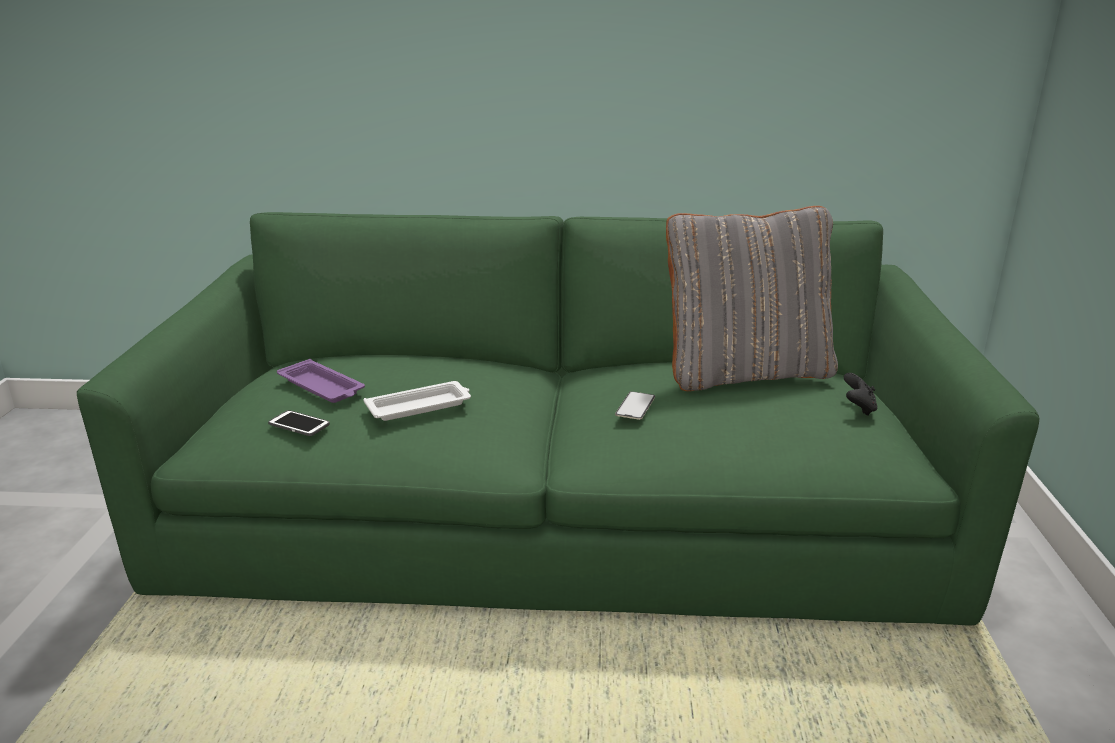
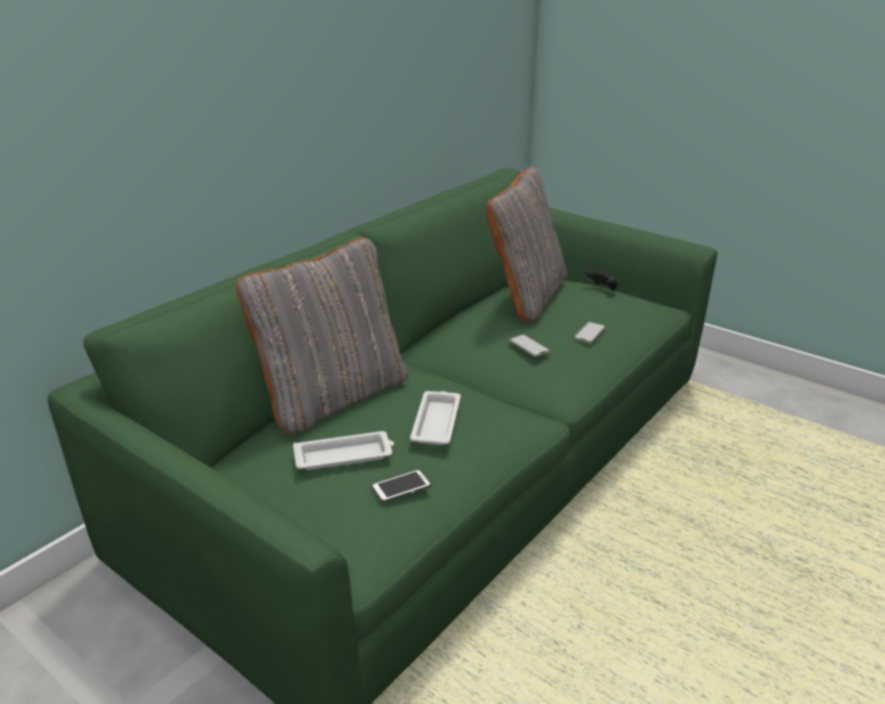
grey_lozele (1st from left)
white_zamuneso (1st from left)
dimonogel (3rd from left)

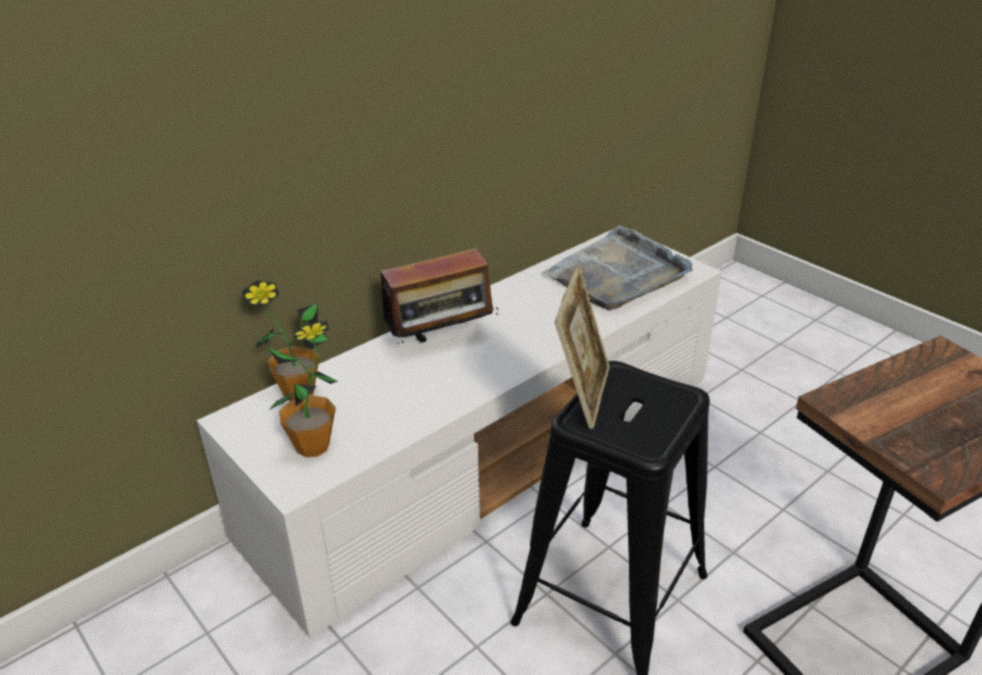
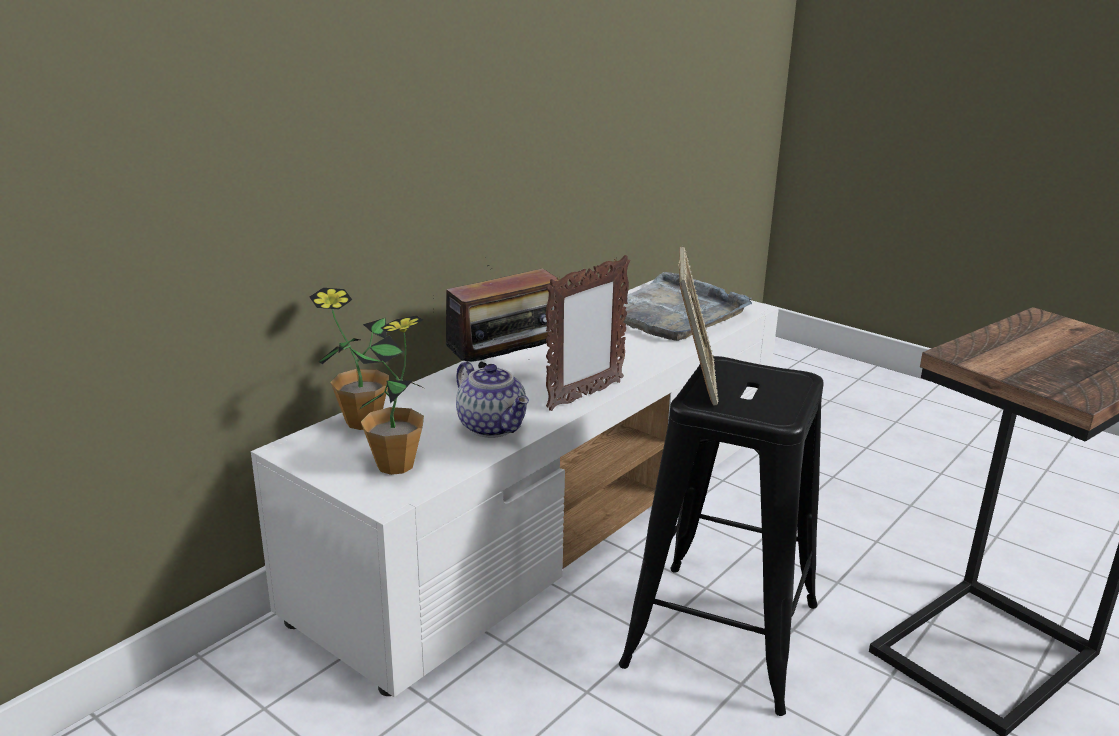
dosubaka
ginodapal (1st from left)

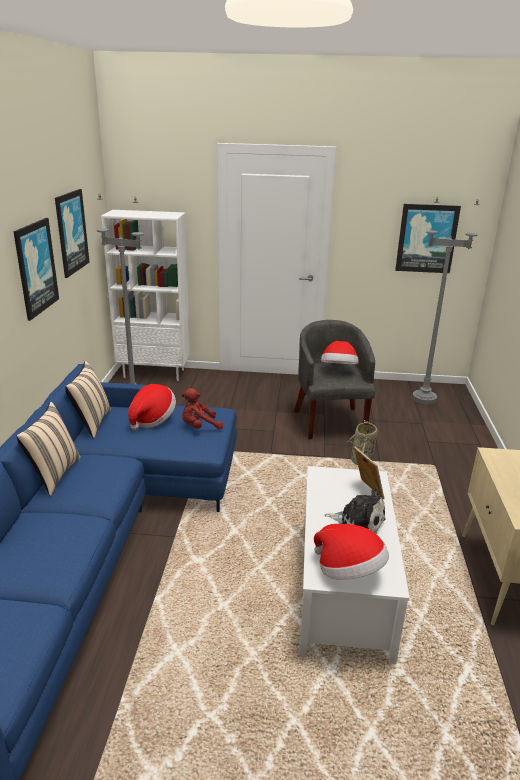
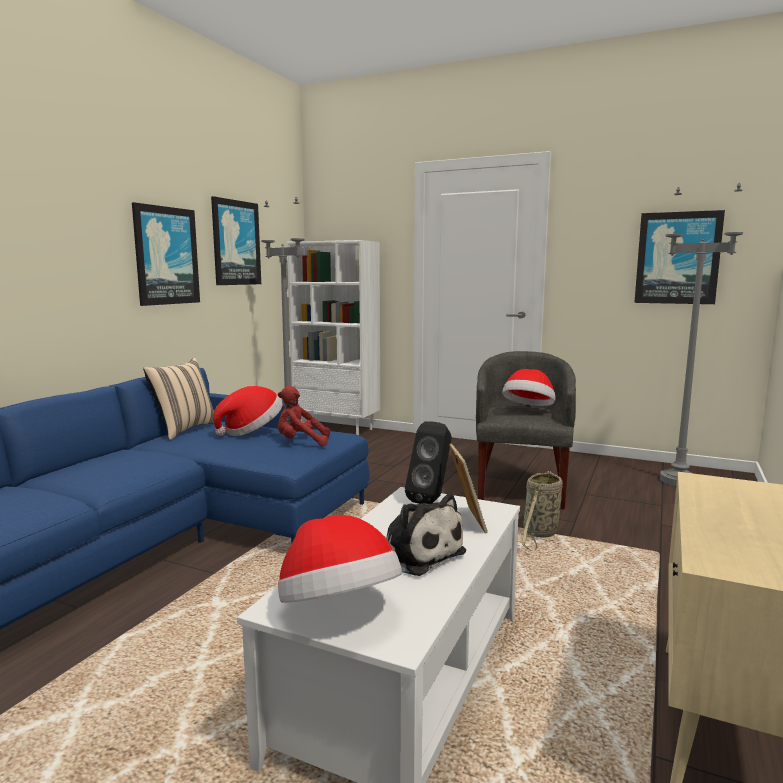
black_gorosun
beige_lozele (1st from left in the first image)

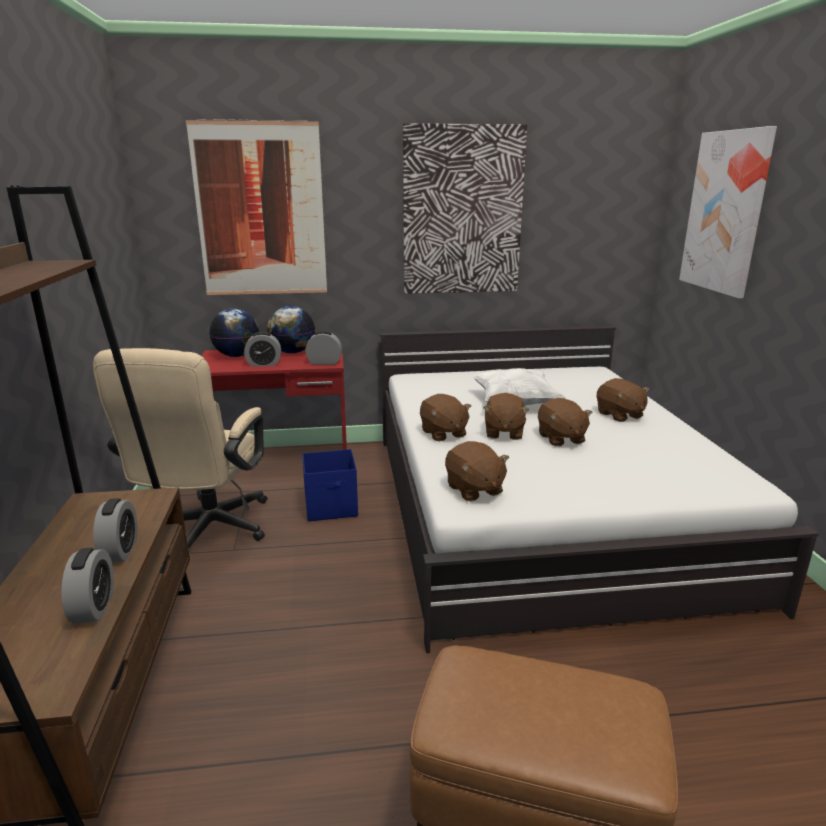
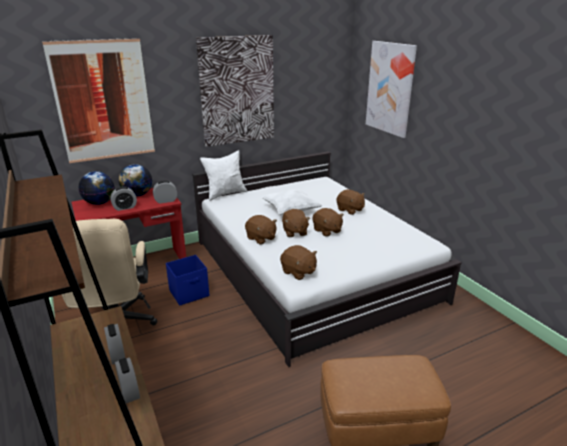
white_lozele (1st from left)

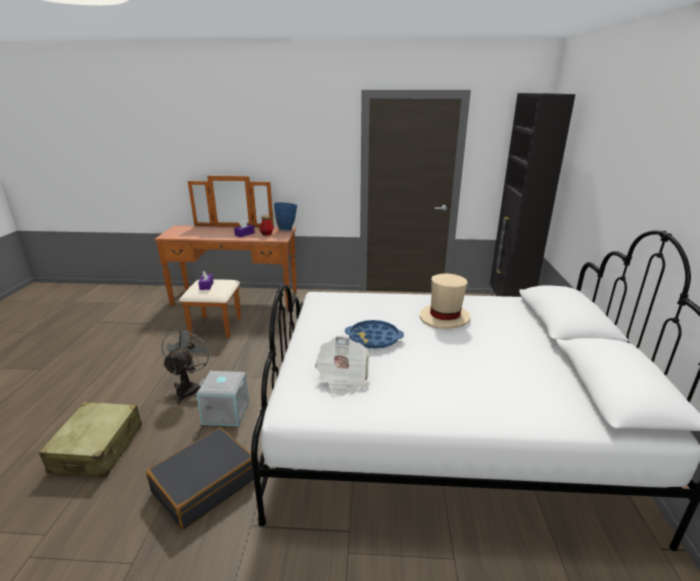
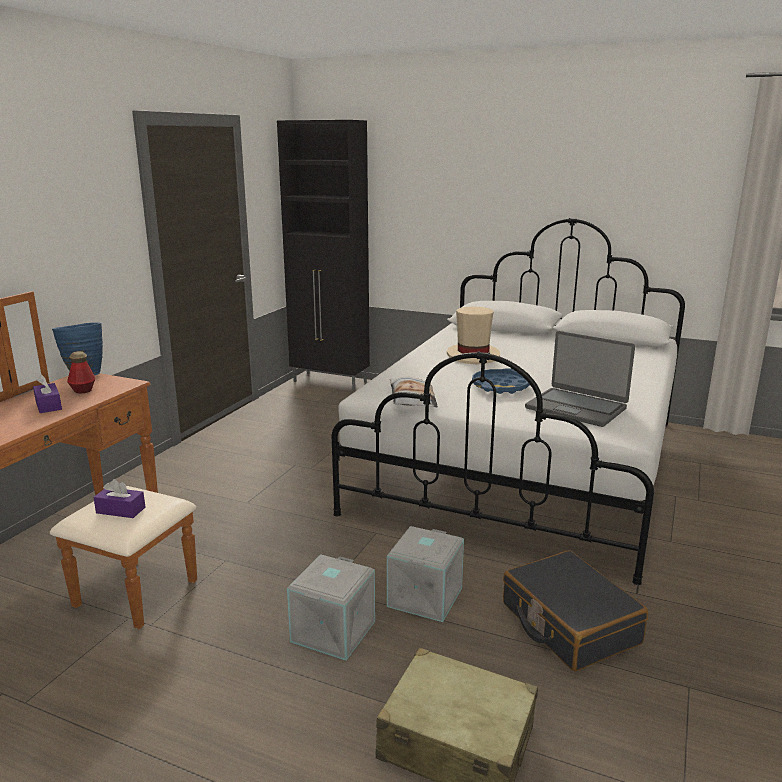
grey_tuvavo (1st from left)
lozele
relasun

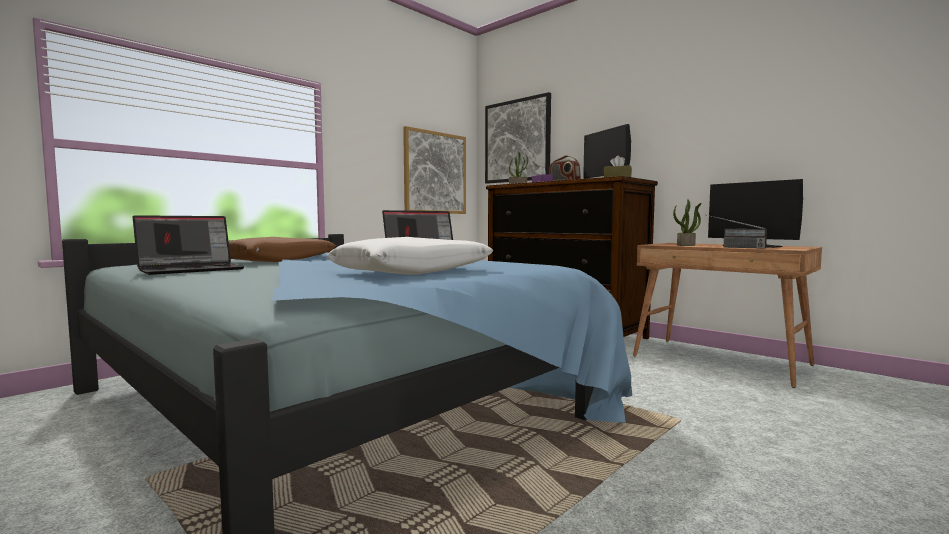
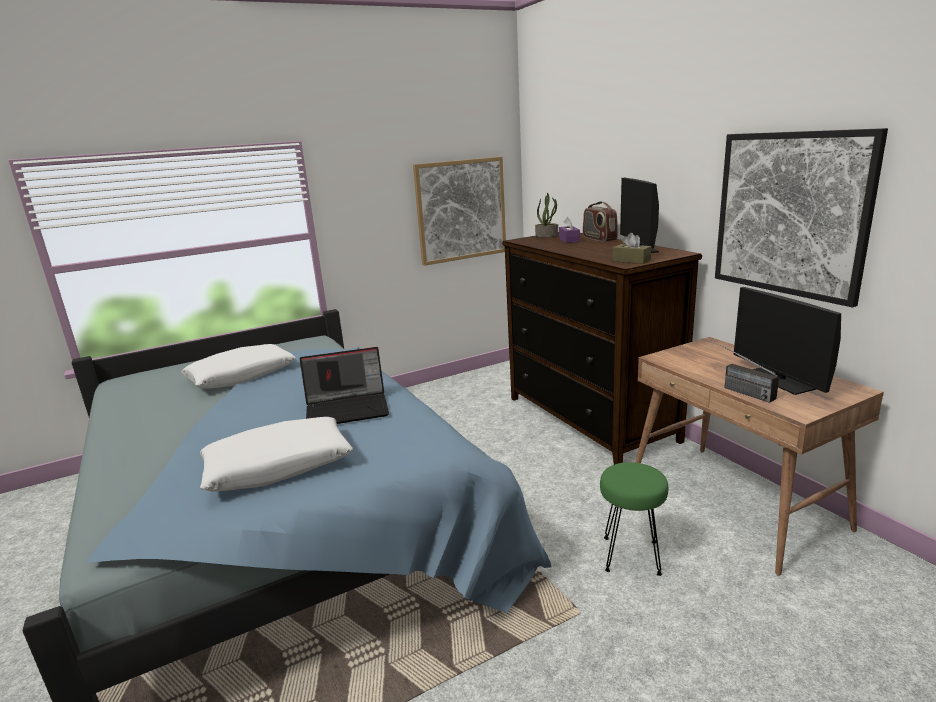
white_lozele (1st from left)
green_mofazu
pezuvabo (2nd from left)
relasun (1st from left in the first image)
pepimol (2nd from left in the first image)

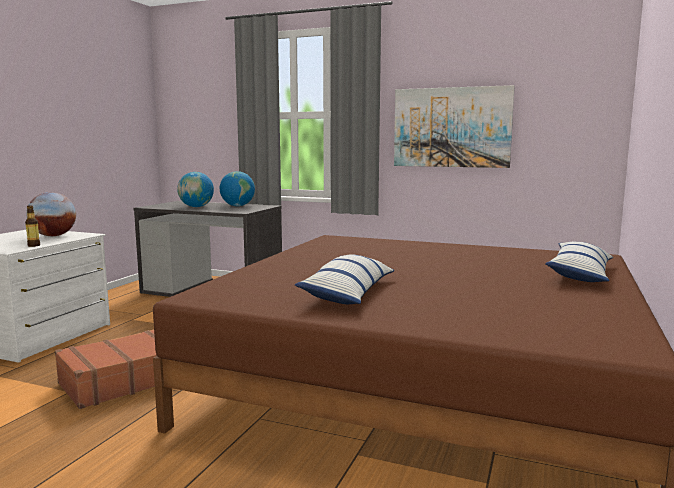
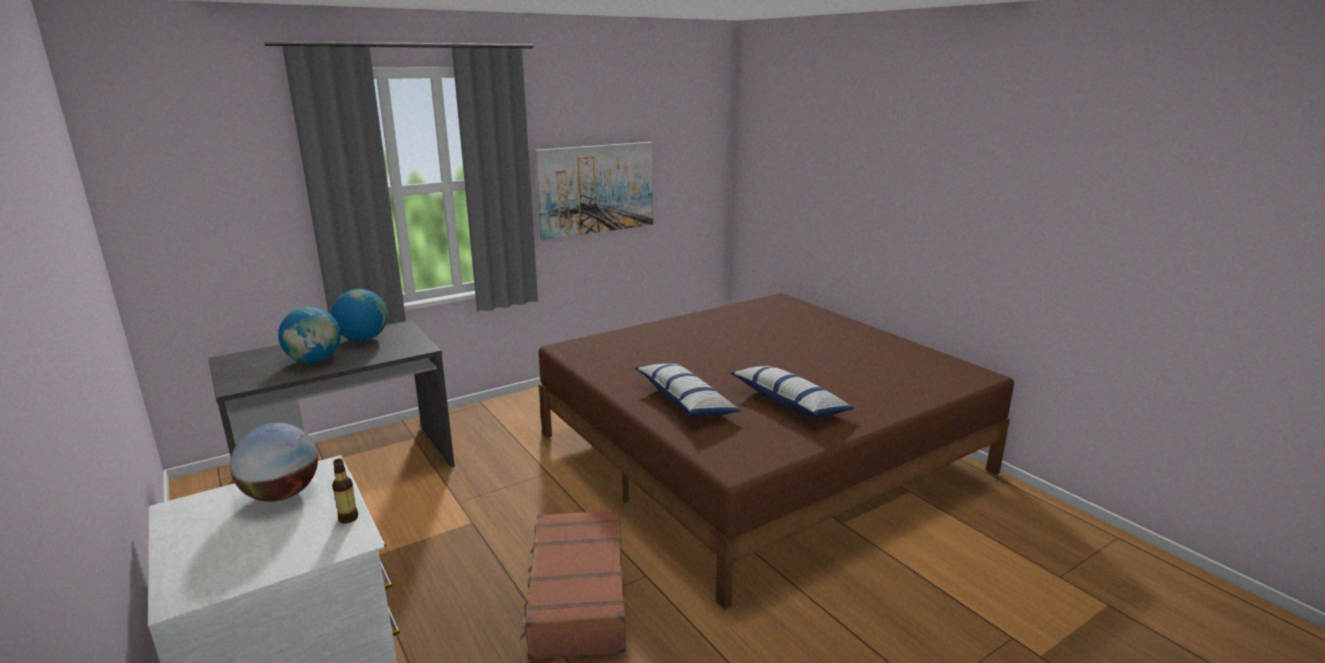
lozele (1st from left)

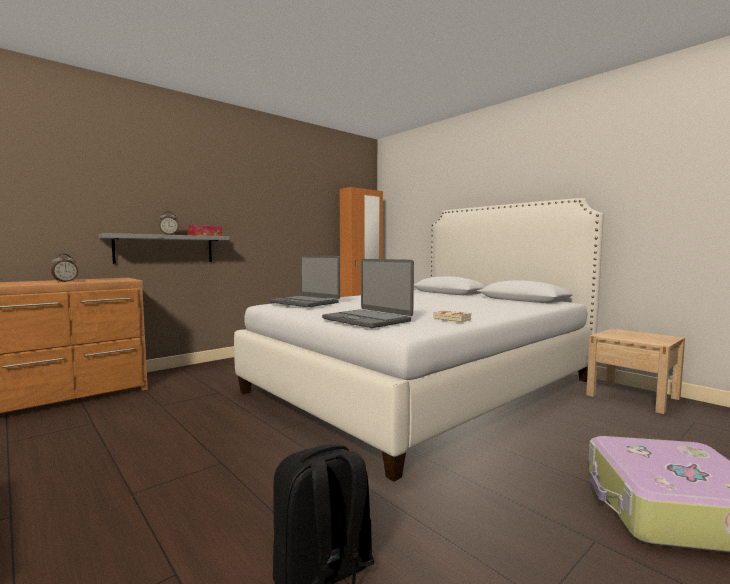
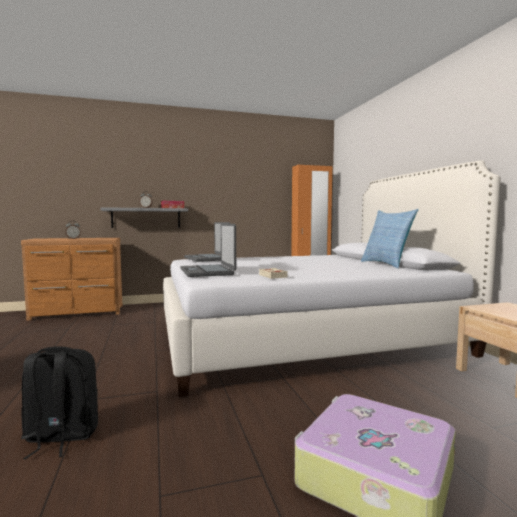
lozele

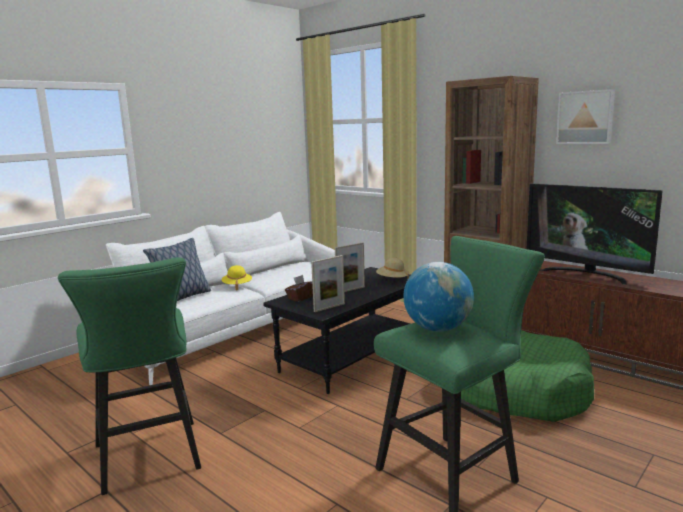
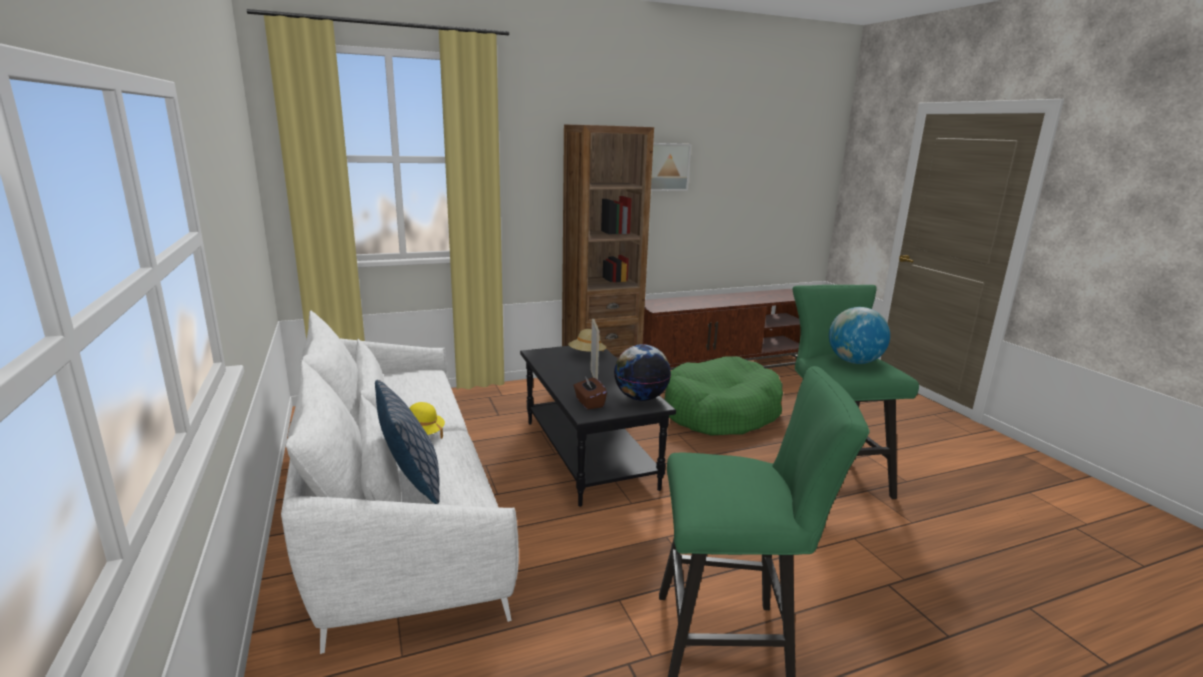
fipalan (1st from left)
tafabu

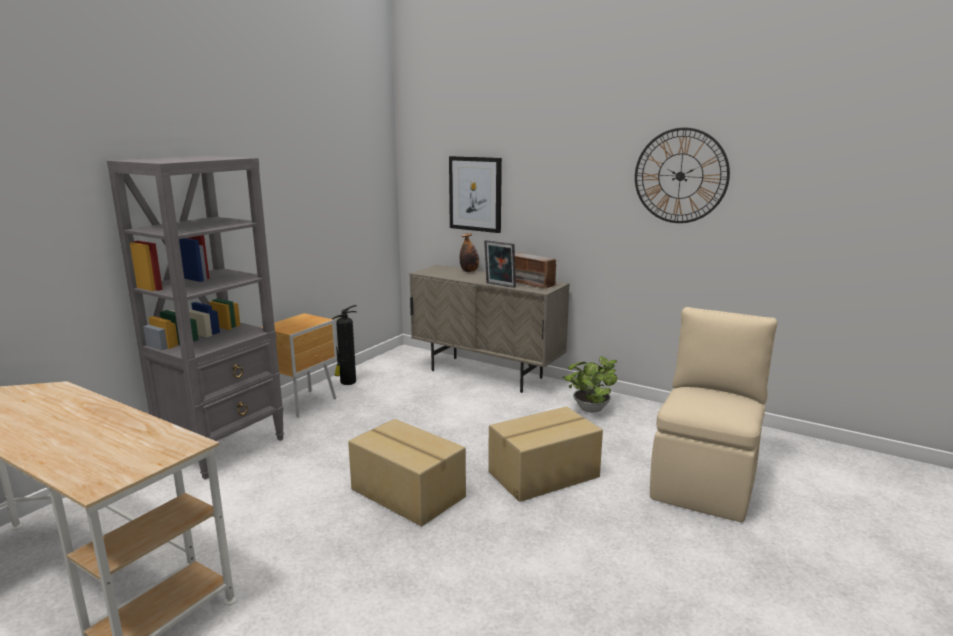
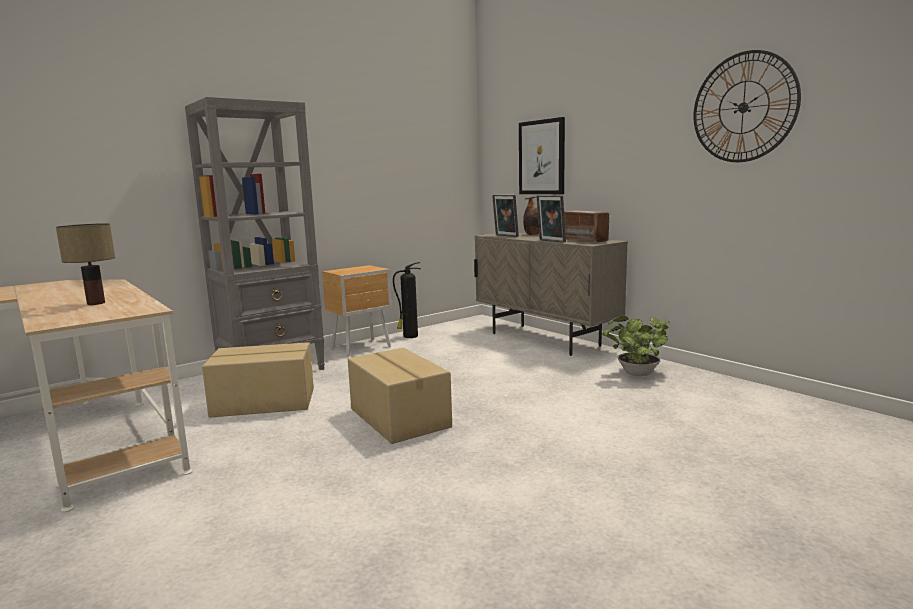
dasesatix
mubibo (1st from left)
ginodapal (1st from left)
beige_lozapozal

